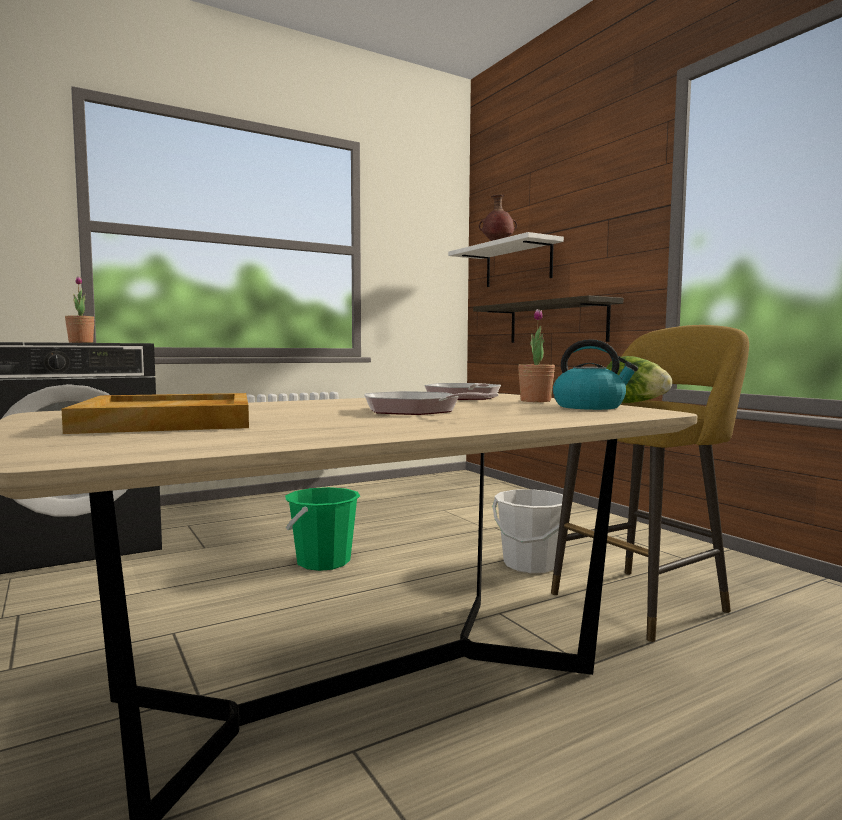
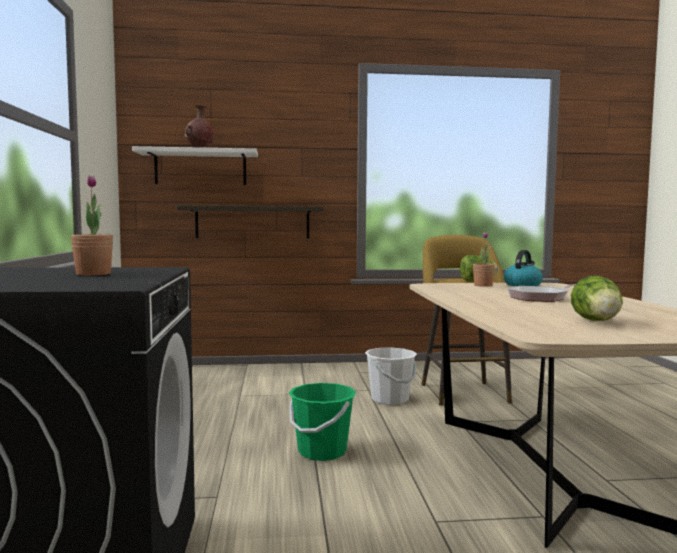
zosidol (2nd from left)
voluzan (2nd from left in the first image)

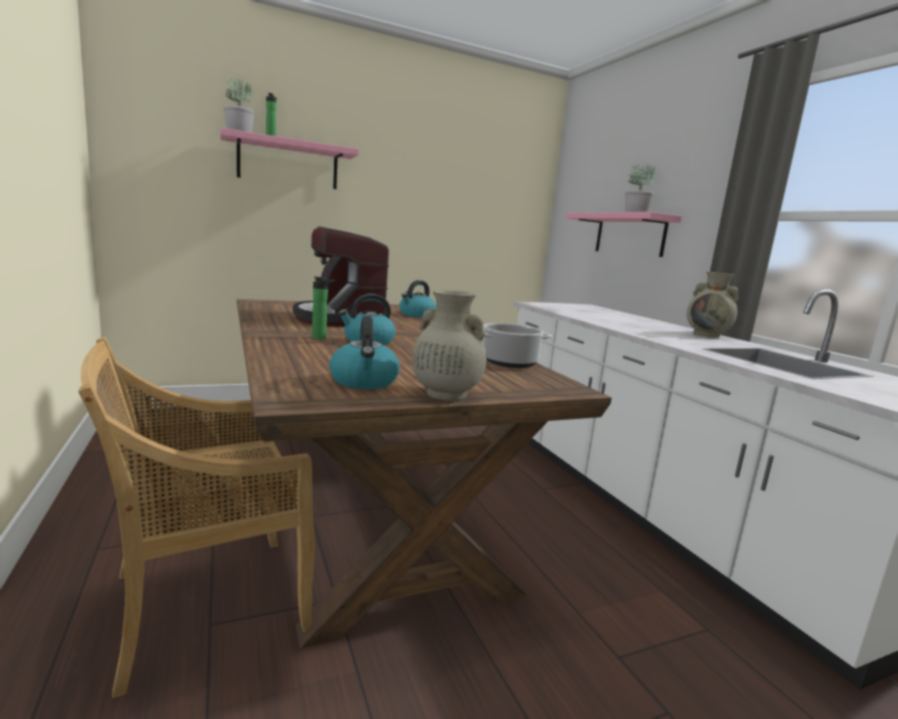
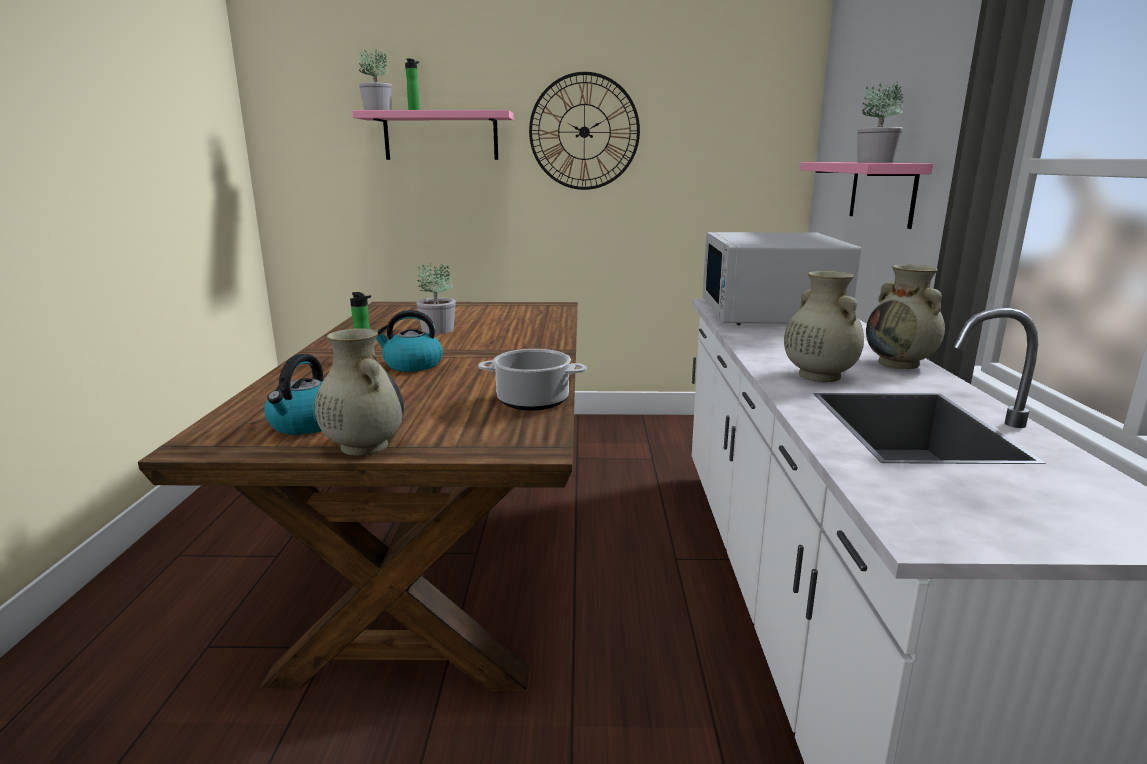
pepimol (2nd from left)
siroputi
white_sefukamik
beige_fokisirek (2nd from left)
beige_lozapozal
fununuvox (3rd from left in the first image)

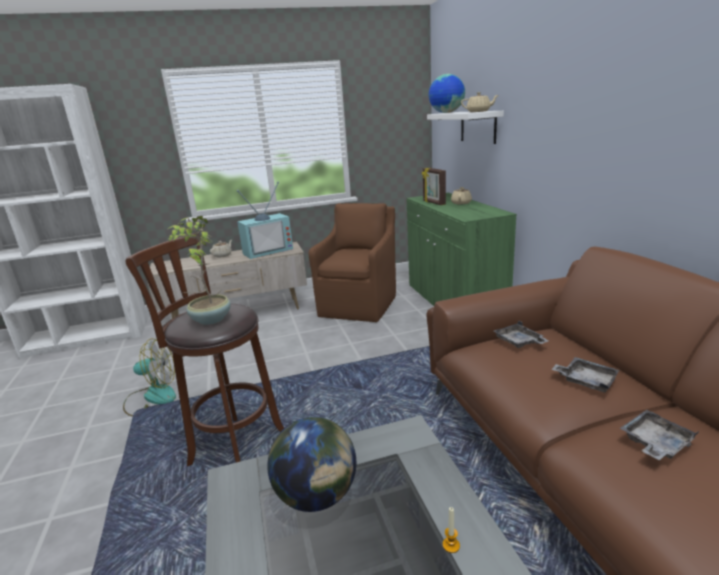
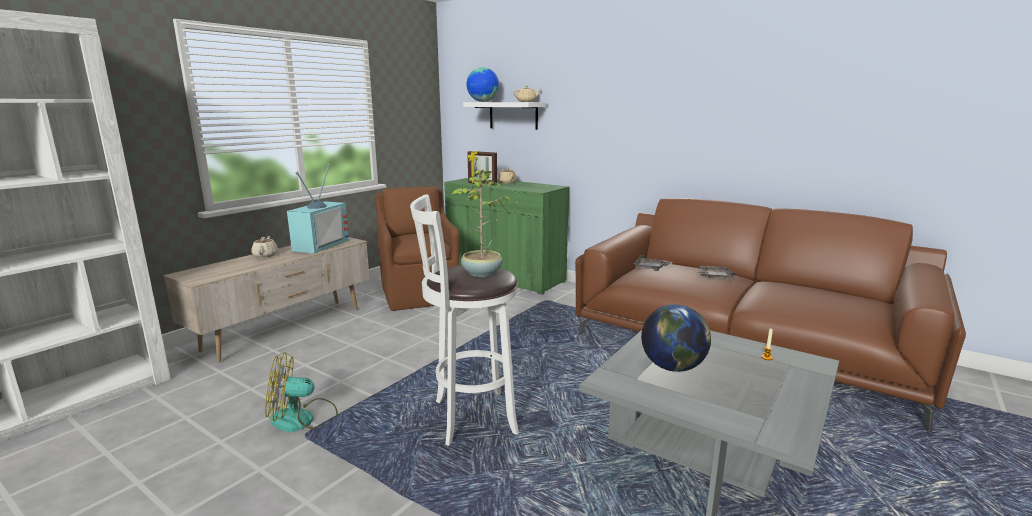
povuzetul
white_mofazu
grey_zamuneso (3rd from left in the first image)

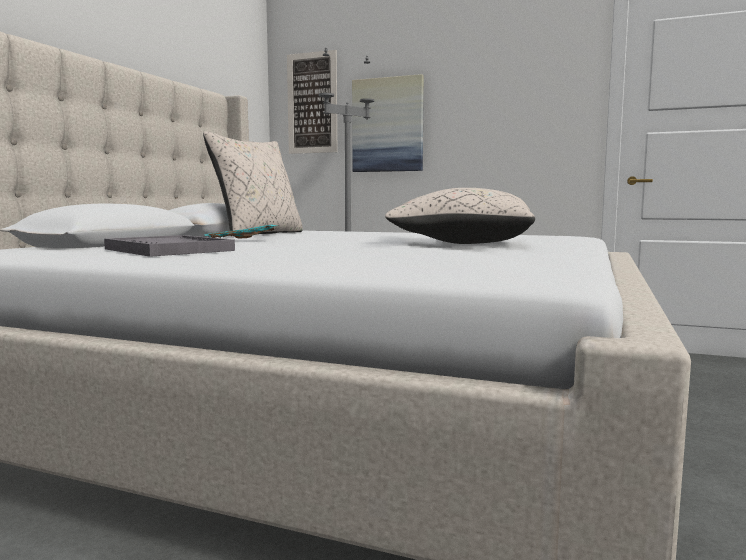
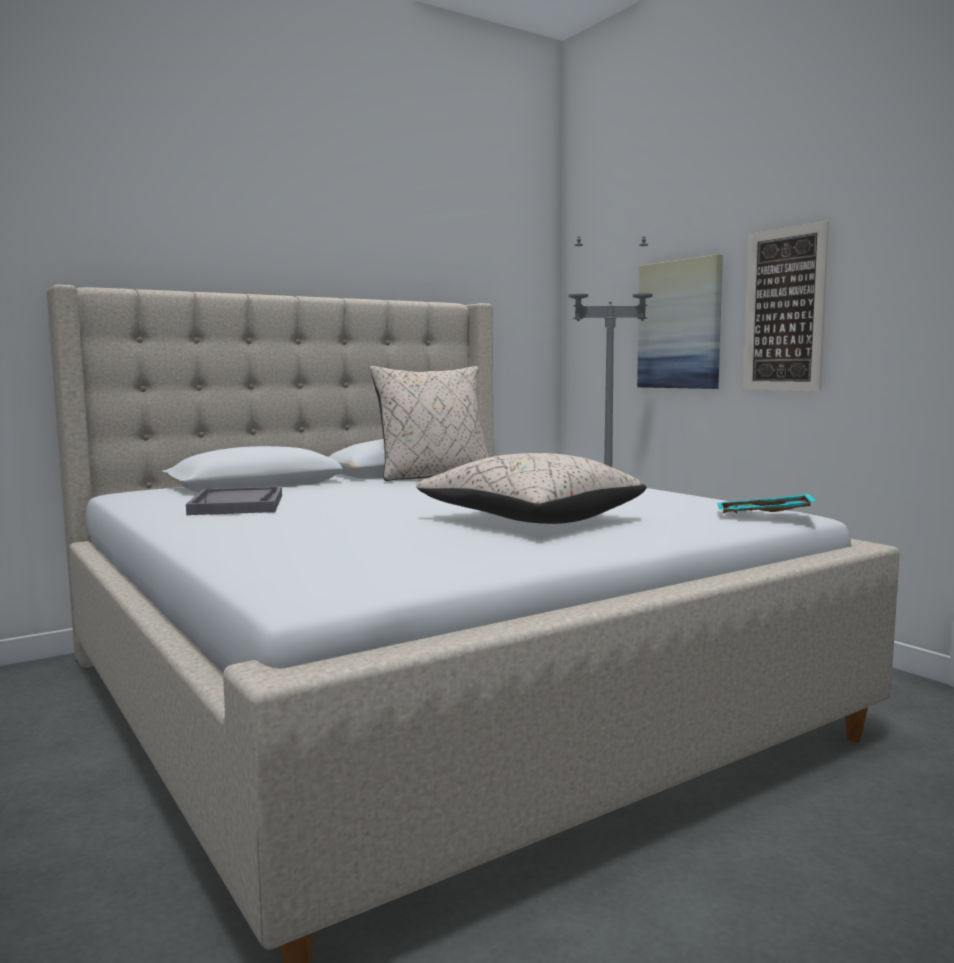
turquoise_zamuneso
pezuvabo (2nd from left)

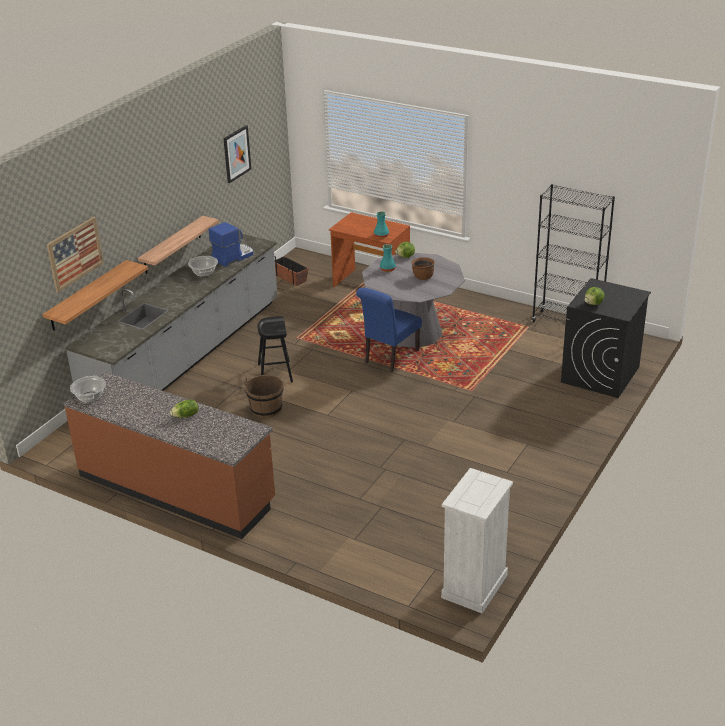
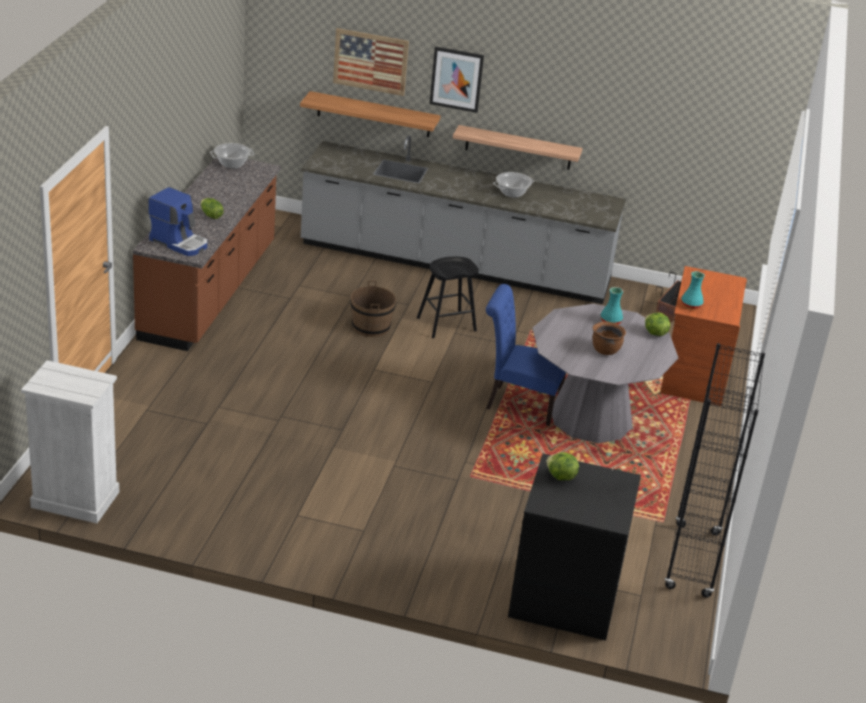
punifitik
pezuvabo (2nd from left)

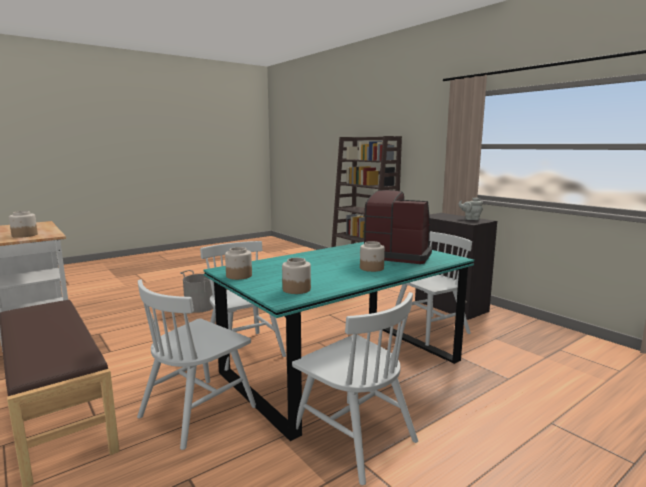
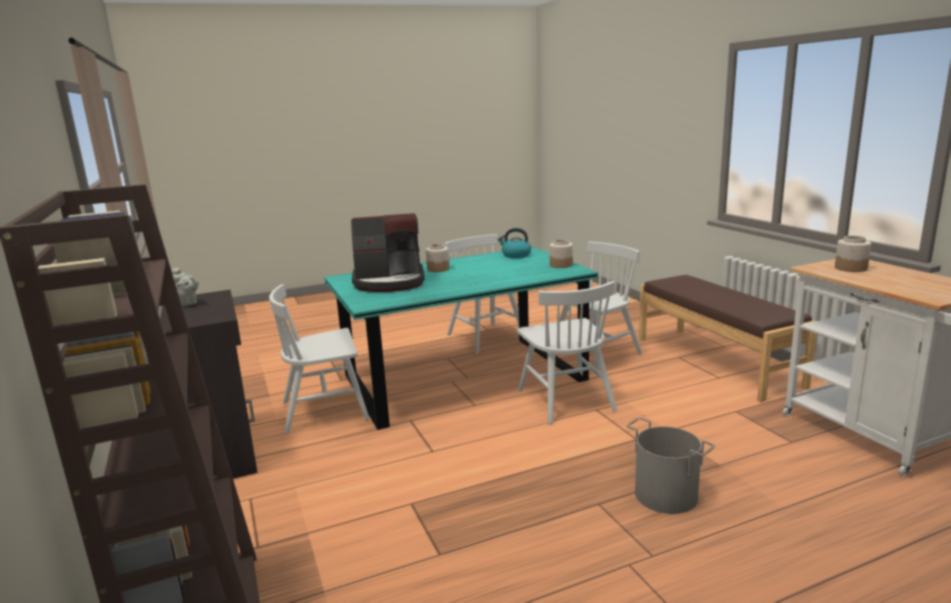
punifitik
fununuvox

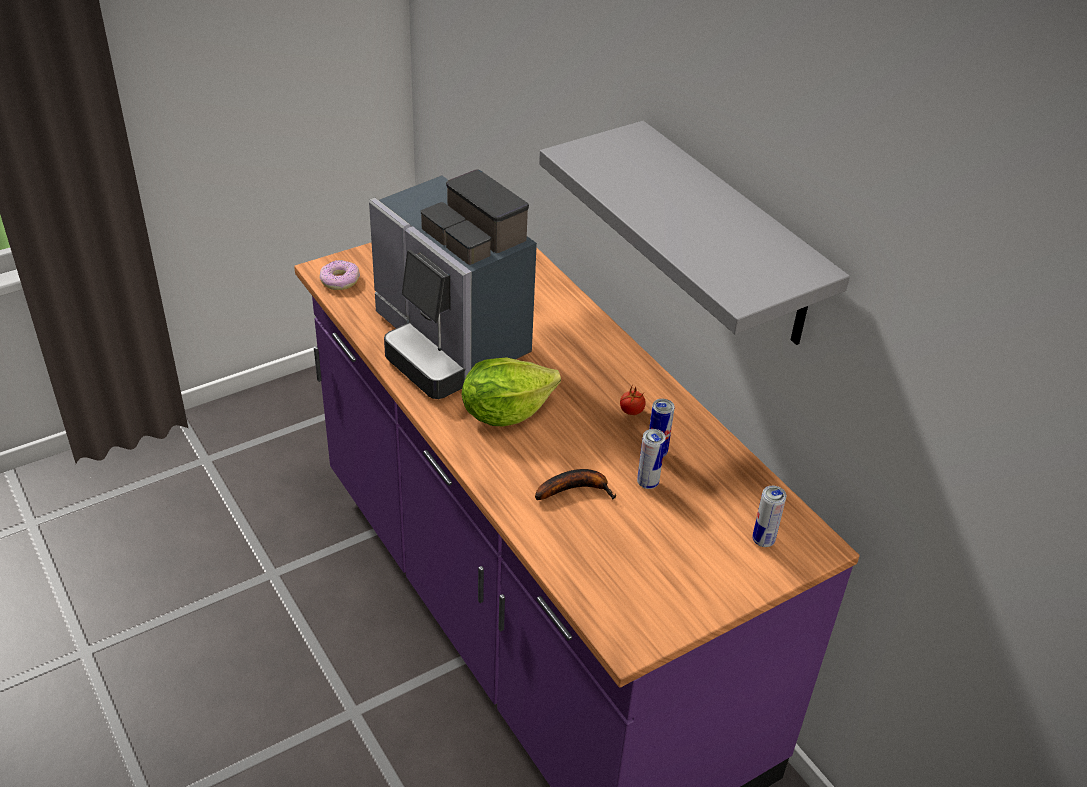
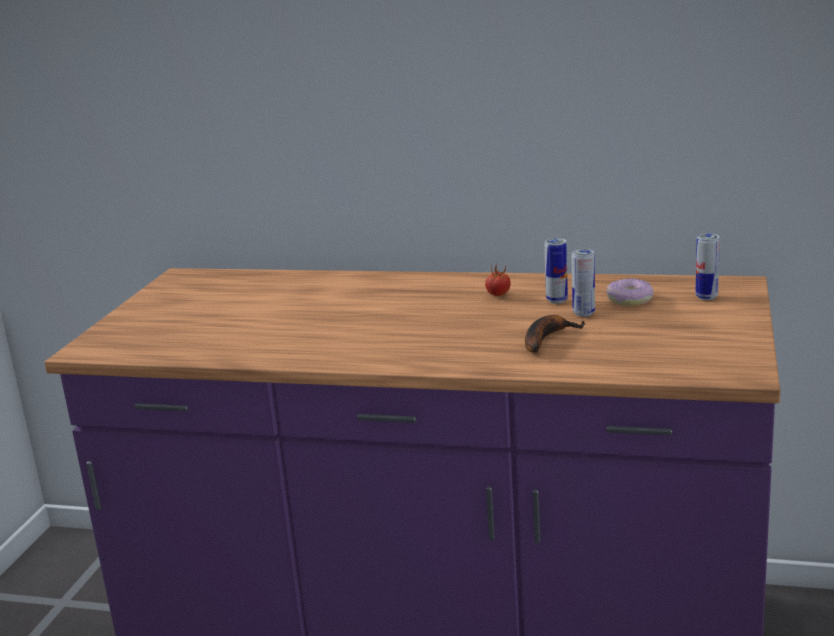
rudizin
punifitik
zosidol
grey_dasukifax

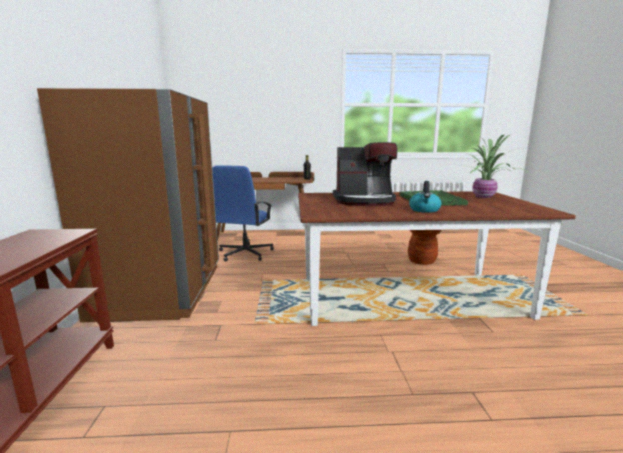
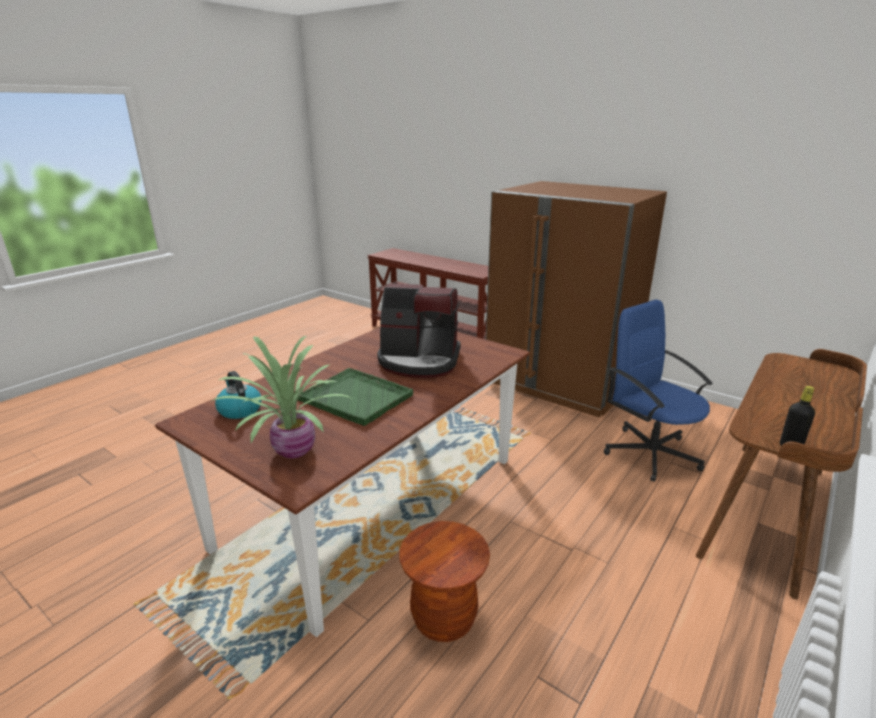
fununuvox
punifitik

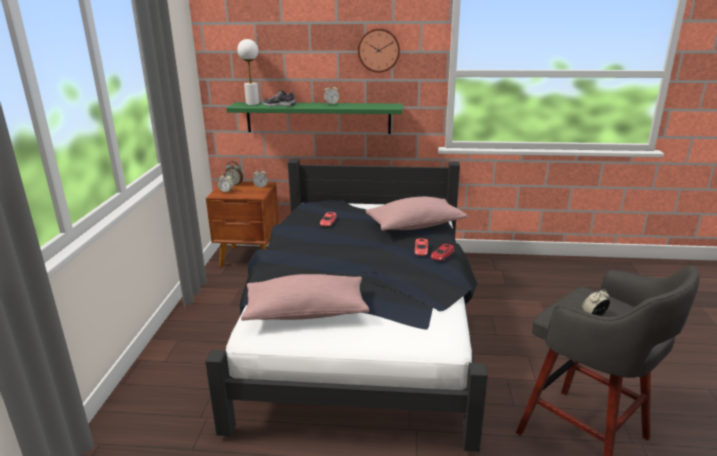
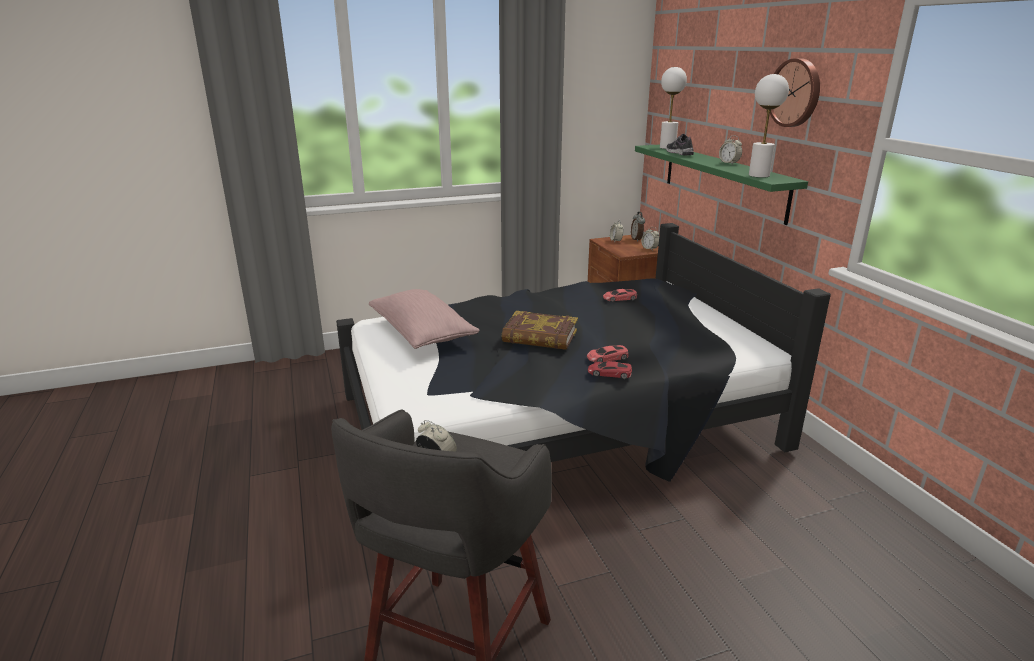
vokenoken
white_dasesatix (2nd from left)
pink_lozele (2nd from left in the first image)

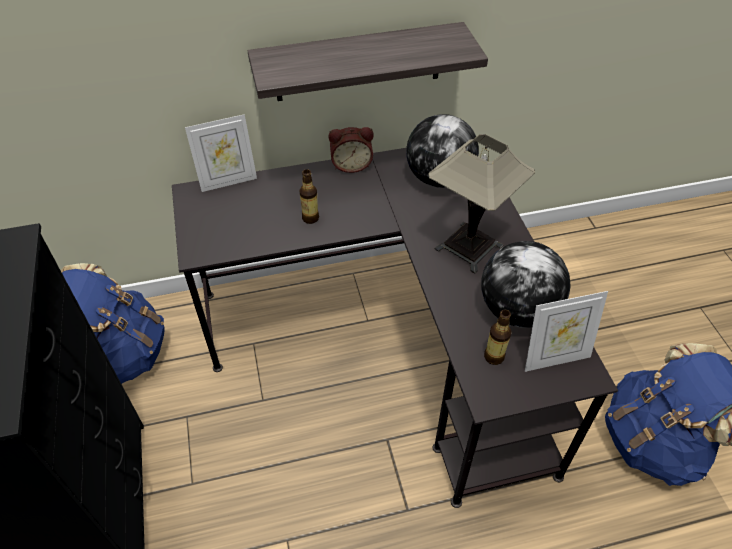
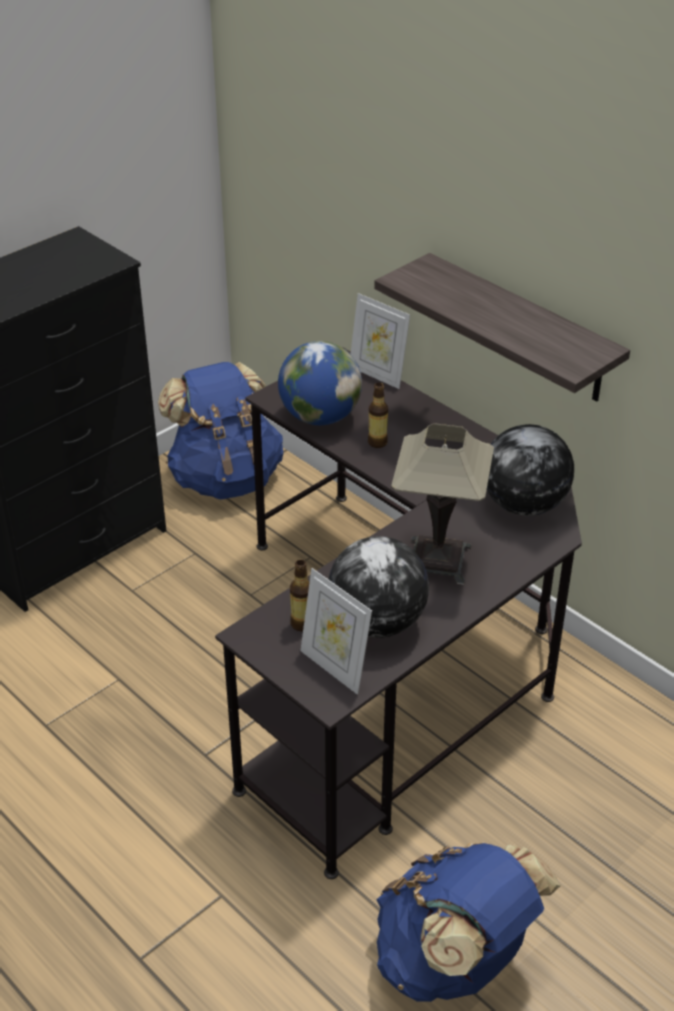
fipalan (1st from left)
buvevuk

